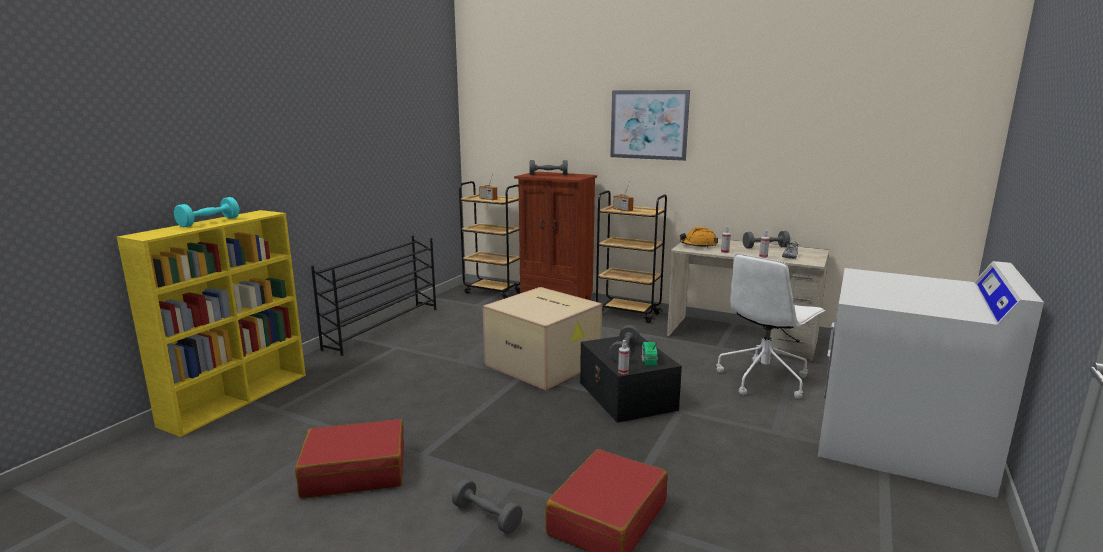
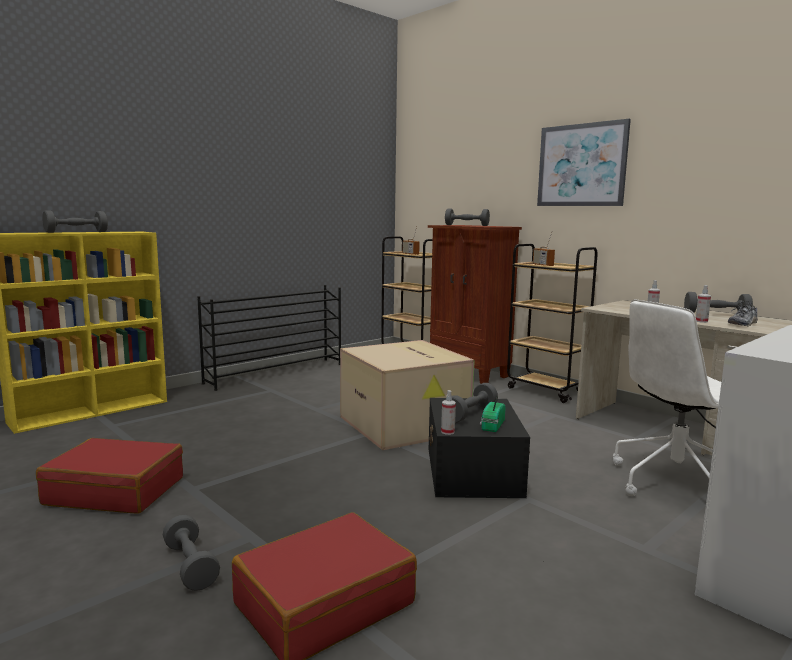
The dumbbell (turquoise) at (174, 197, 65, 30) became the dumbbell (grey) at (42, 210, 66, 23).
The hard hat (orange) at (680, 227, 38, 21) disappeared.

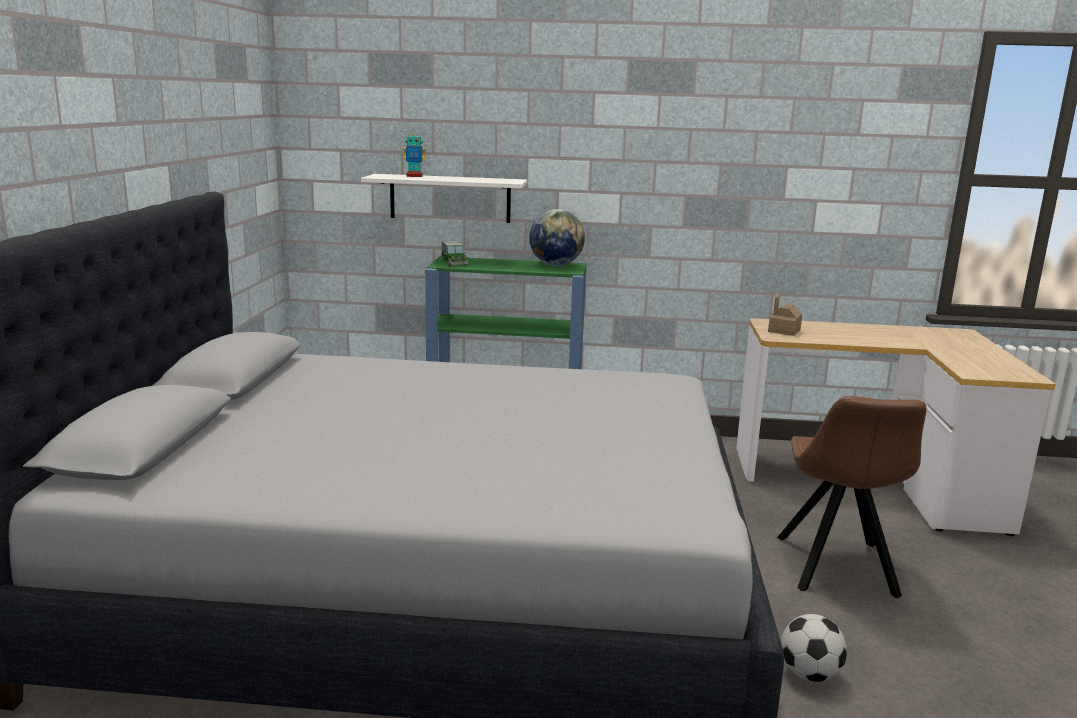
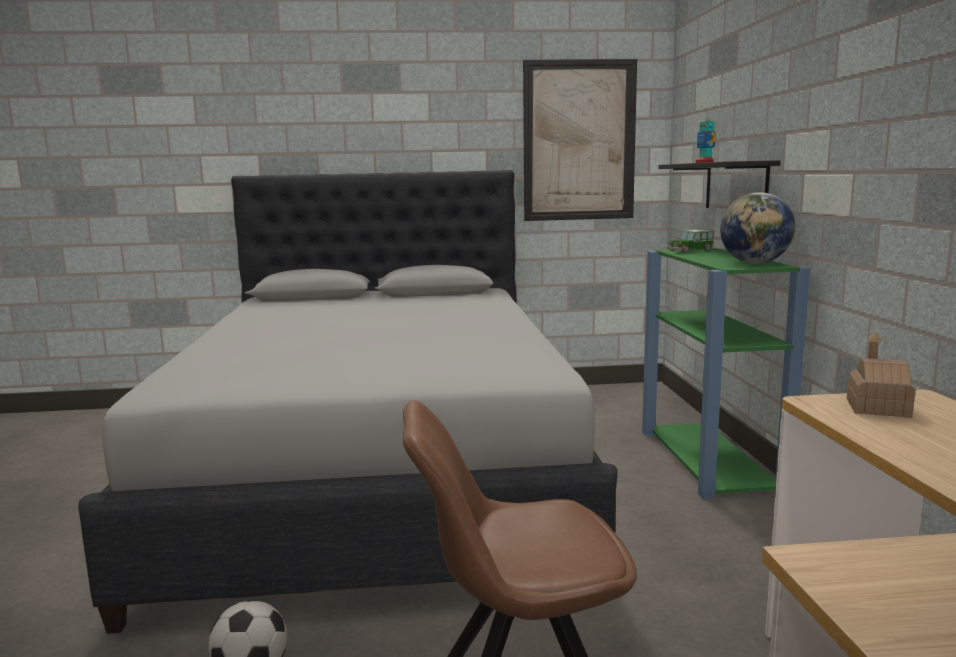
The shelf (white) at (361, 174, 166, 49) became the shelf (black) at (658, 160, 122, 48).
The picture at (523, 59, 114, 162) appeared.

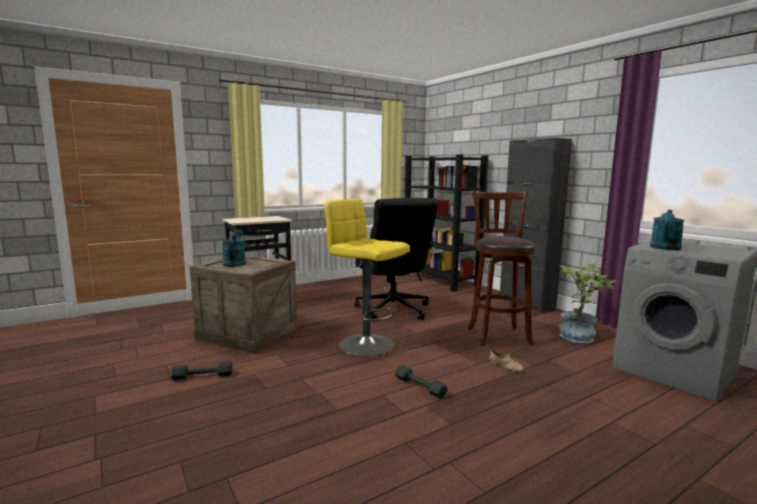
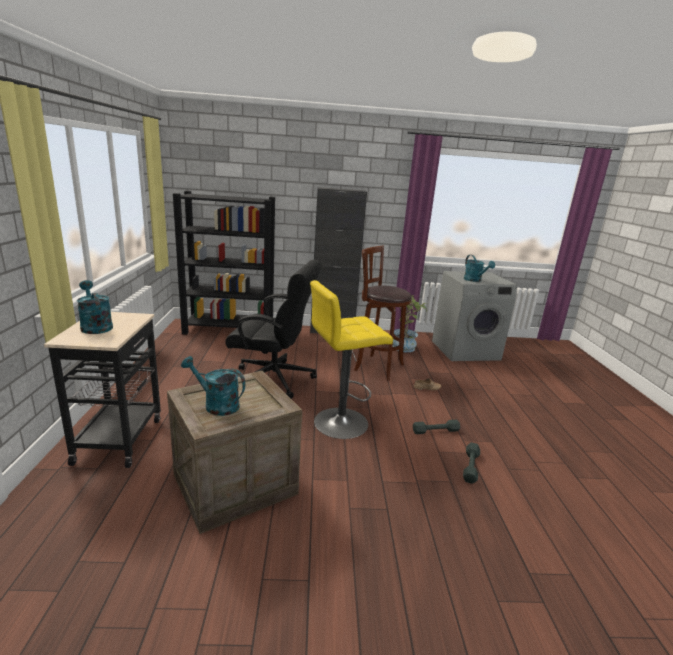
The dumbbell (grey) moved from (171, 361, 62, 19) to (463, 442, 17, 42).
The watering can (turquoise) at (77, 280, 36, 54) appeared.

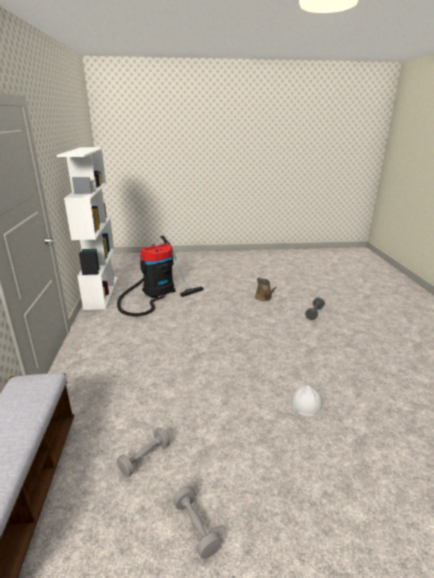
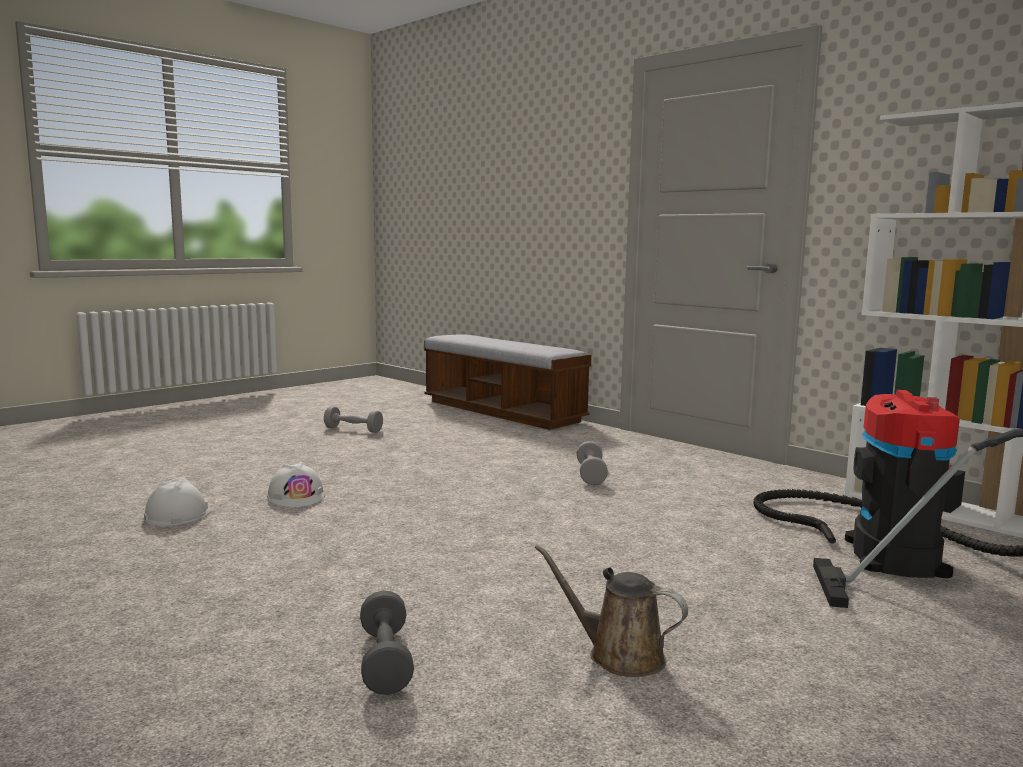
The dumbbell (grey) moved from (117, 428, 53, 49) to (577, 441, 31, 44).
The hard hat (white) at (144, 477, 67, 49) appeared.

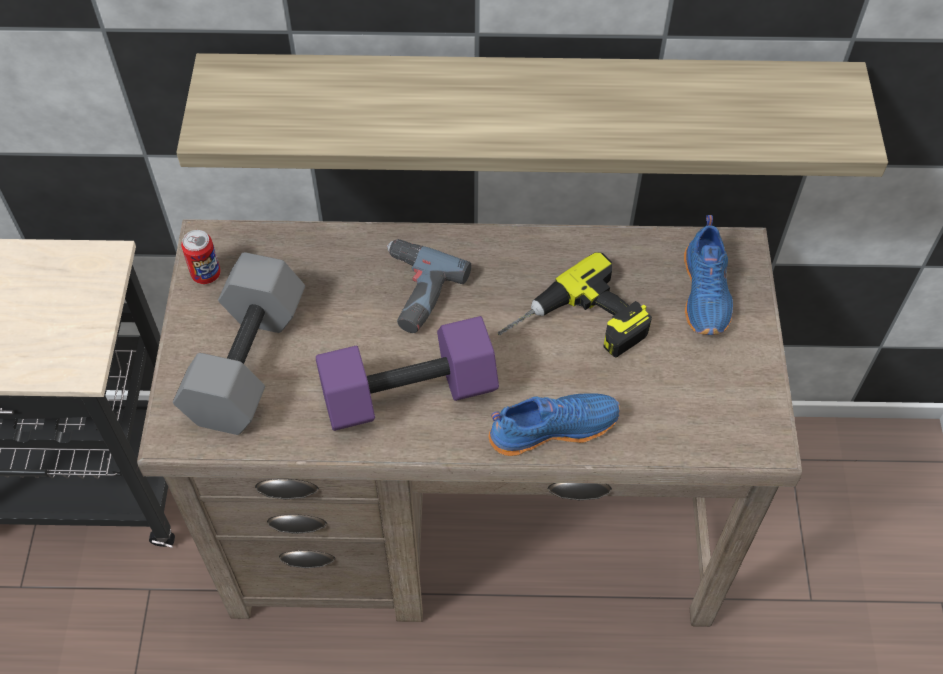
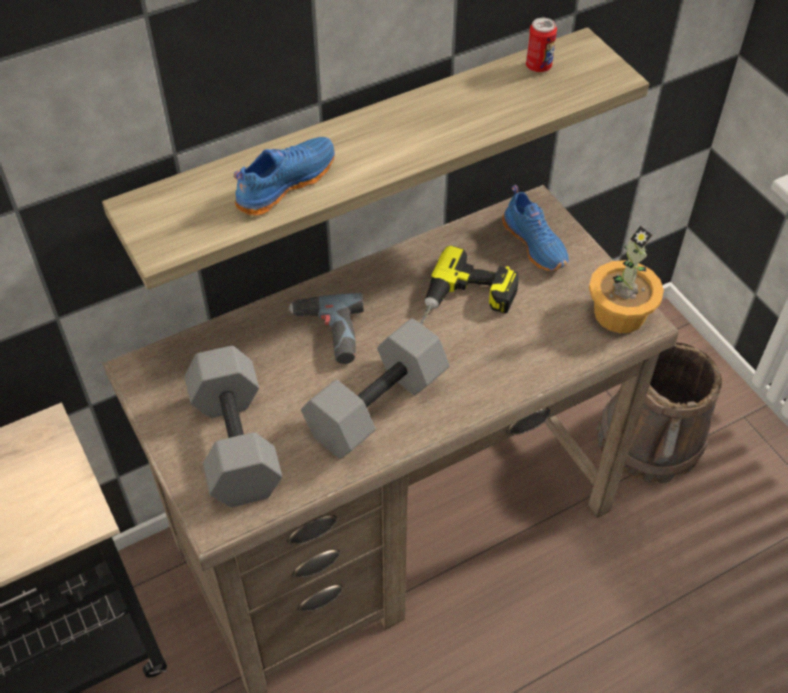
The can moved from (181, 230, 40, 54) to (526, 18, 31, 54).
The dumbbell (purple) at (316, 316, 183, 115) became the dumbbell (grey) at (301, 318, 149, 141).
The shoe (blue) moved from (488, 393, 132, 63) to (234, 137, 101, 79).
The potted plant at (589, 226, 75, 107) appeared.
The bucket (brown) at (596, 342, 126, 141) appeared.

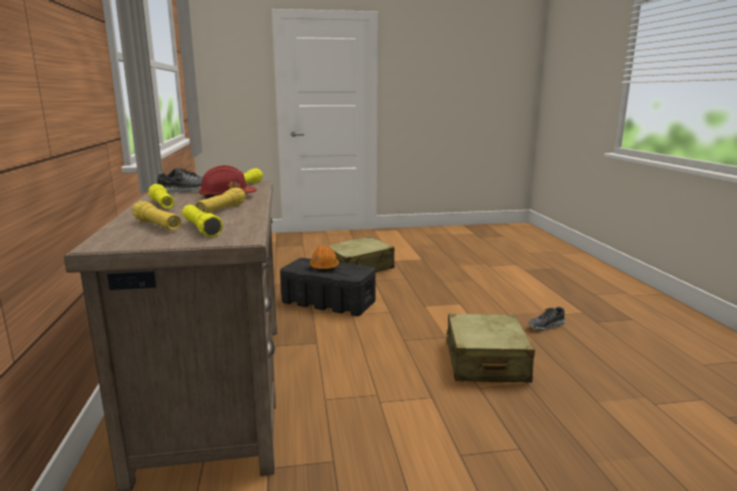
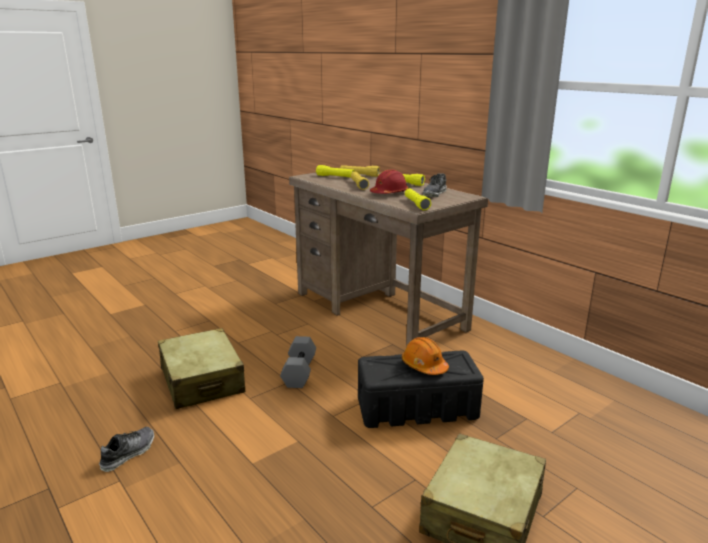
The dumbbell (grey) at (280, 336, 36, 52) appeared.

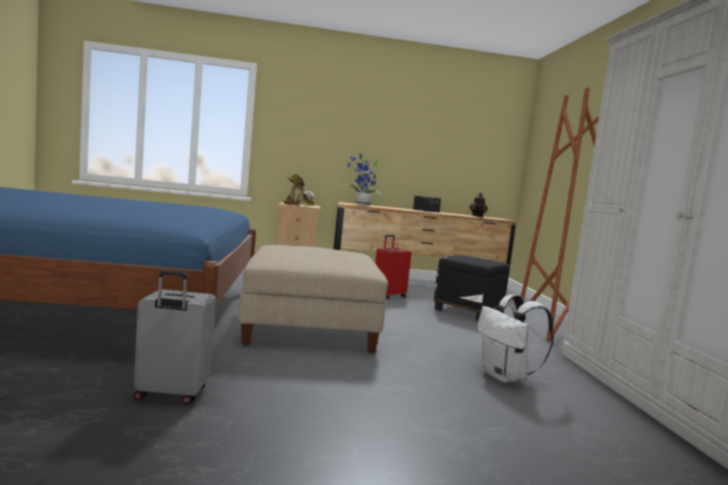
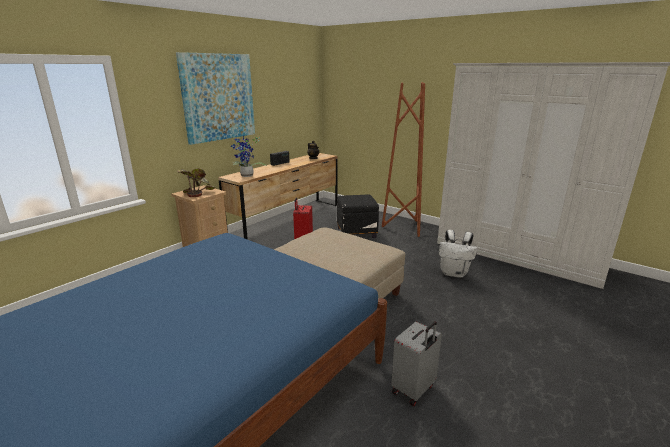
The picture at (176, 52, 79, 93) appeared.

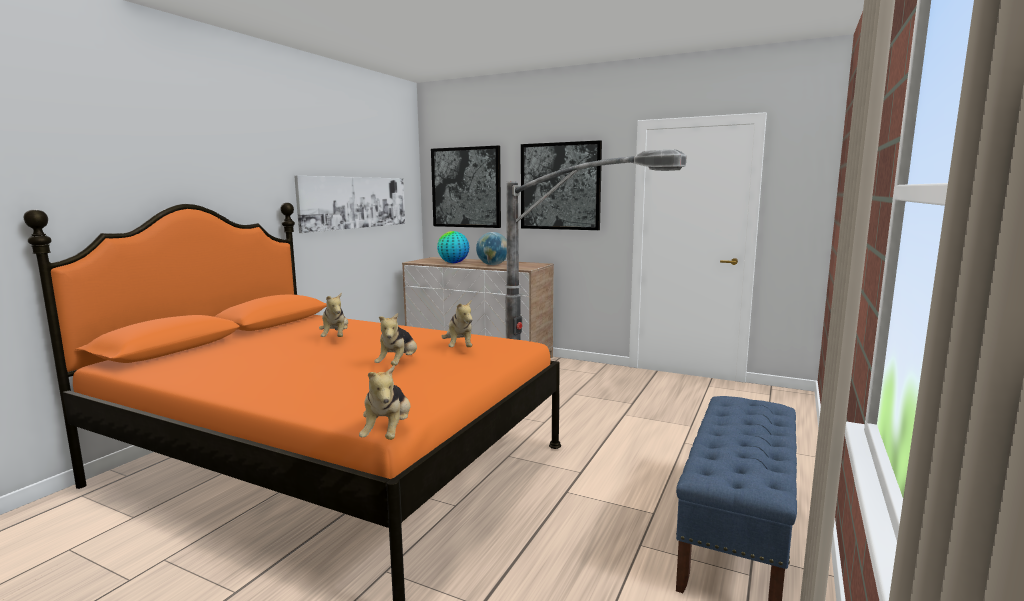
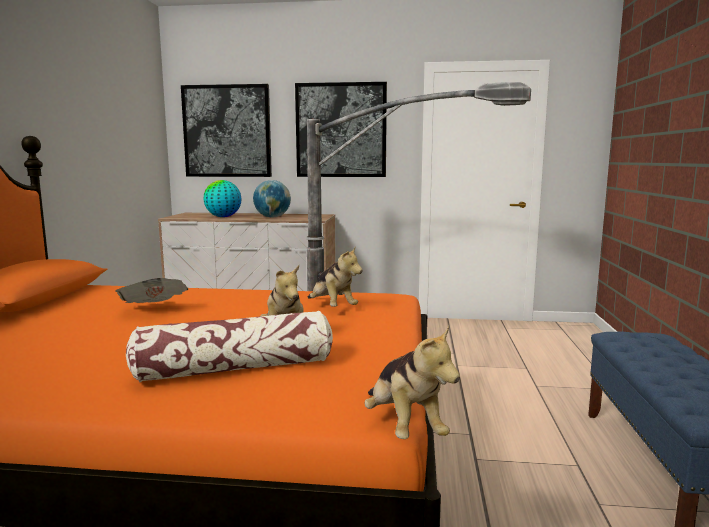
The picture at (294, 176, 111, 57) disappeared.
The plush toy at (319, 292, 29, 45) was replaced by the newspaper at (115, 278, 74, 25).
The pillow at (126, 311, 207, 71) appeared.

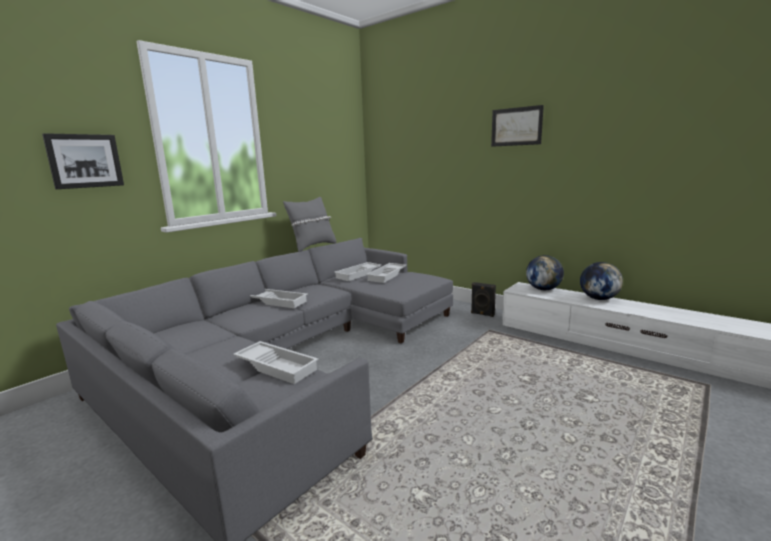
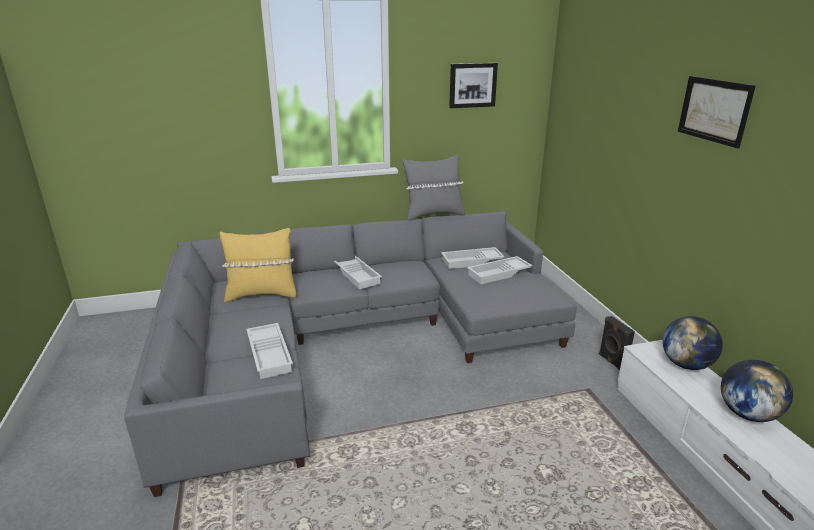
The picture moved from (42, 133, 82, 56) to (449, 63, 49, 45).
The pillow (yellow) at (220, 228, 76, 74) appeared.

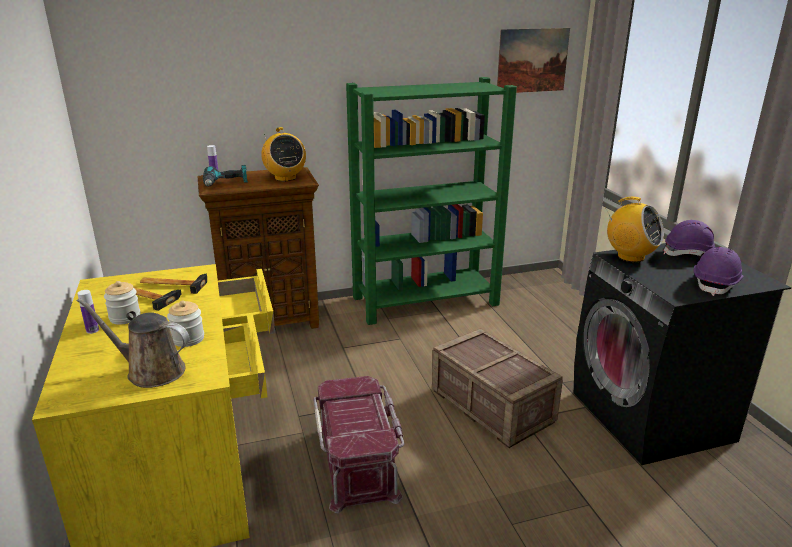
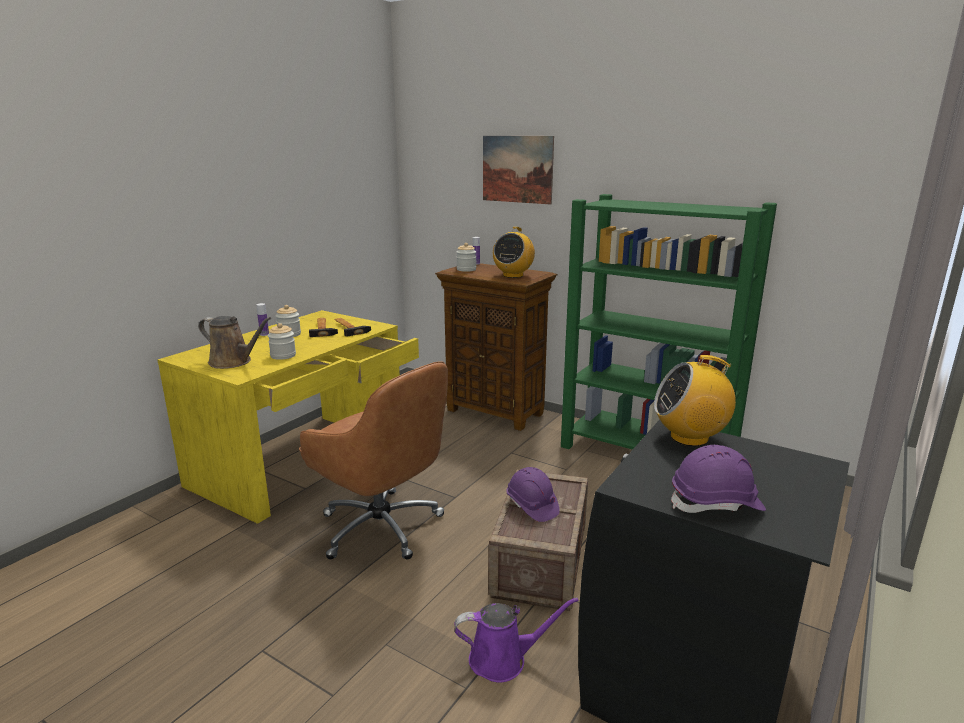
The watering can (brown) at (77, 298, 112, 90) turned 135 degrees clockwise.
The power drill at (203, 165, 45, 22) was replaced by the jar at (456, 243, 20, 29).
The storage box (red) at (313, 376, 91, 137) was replaced by the office chair (brown) at (299, 361, 149, 198).
The picture moved from (497, 28, 73, 65) to (483, 136, 71, 68).
The radio at (605, 197, 59, 65) turned 90 degrees clockwise.
The hard hat (purple) moved from (663, 220, 52, 36) to (506, 467, 54, 55).
The watering can (purple) at (454, 597, 125, 86) appeared.

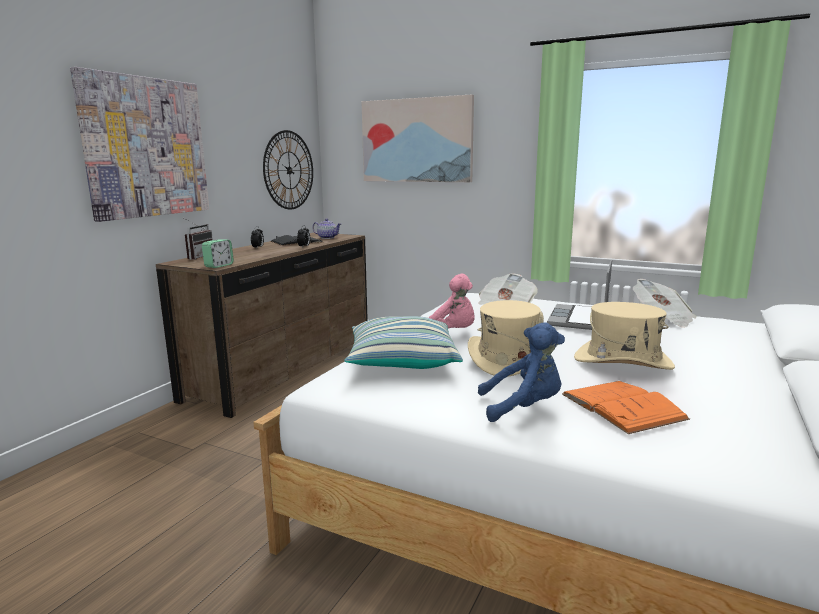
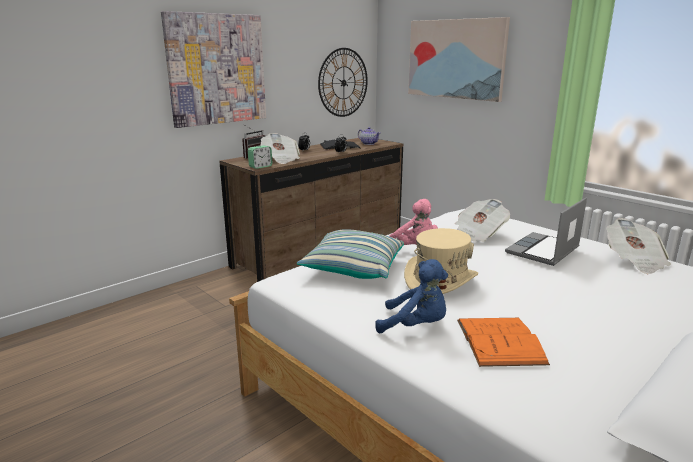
The hat (beige) at (574, 302, 101, 68) disappeared.
The newspaper at (261, 133, 39, 31) appeared.

